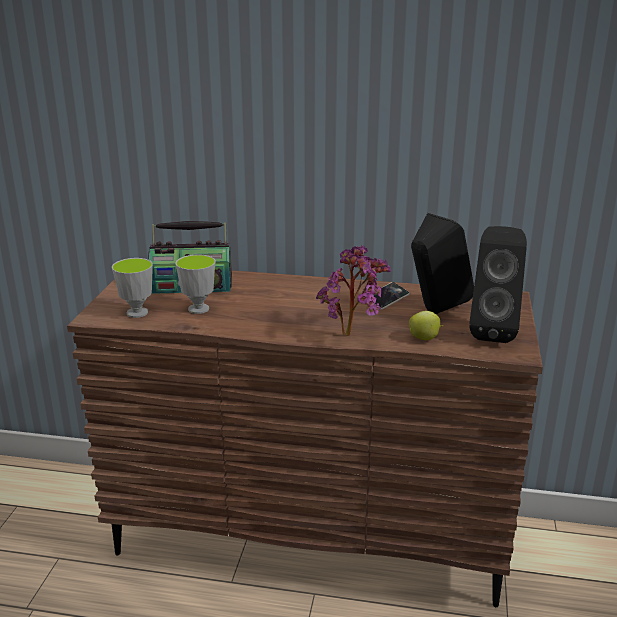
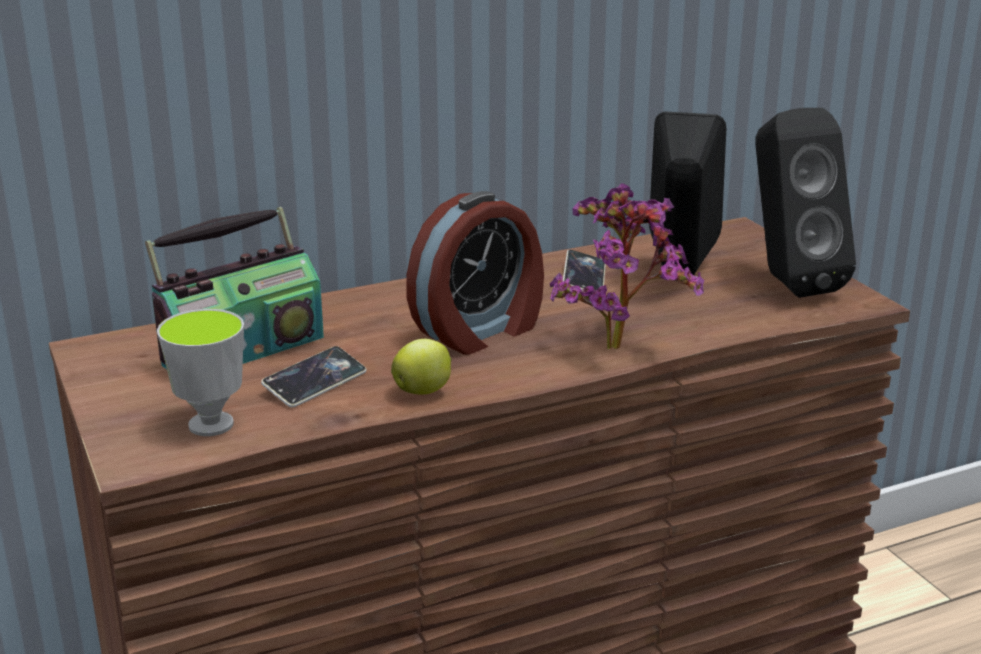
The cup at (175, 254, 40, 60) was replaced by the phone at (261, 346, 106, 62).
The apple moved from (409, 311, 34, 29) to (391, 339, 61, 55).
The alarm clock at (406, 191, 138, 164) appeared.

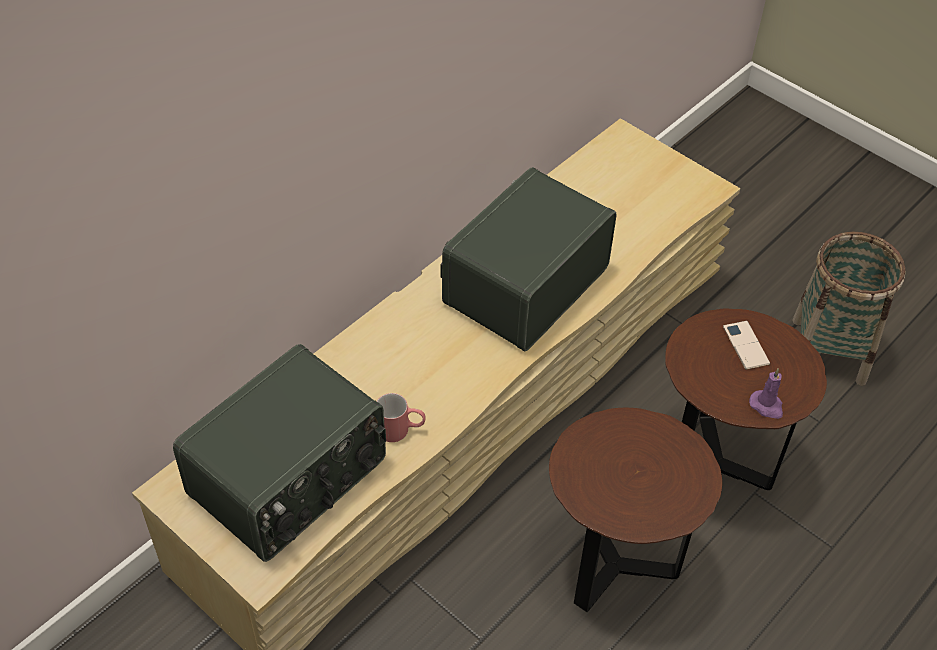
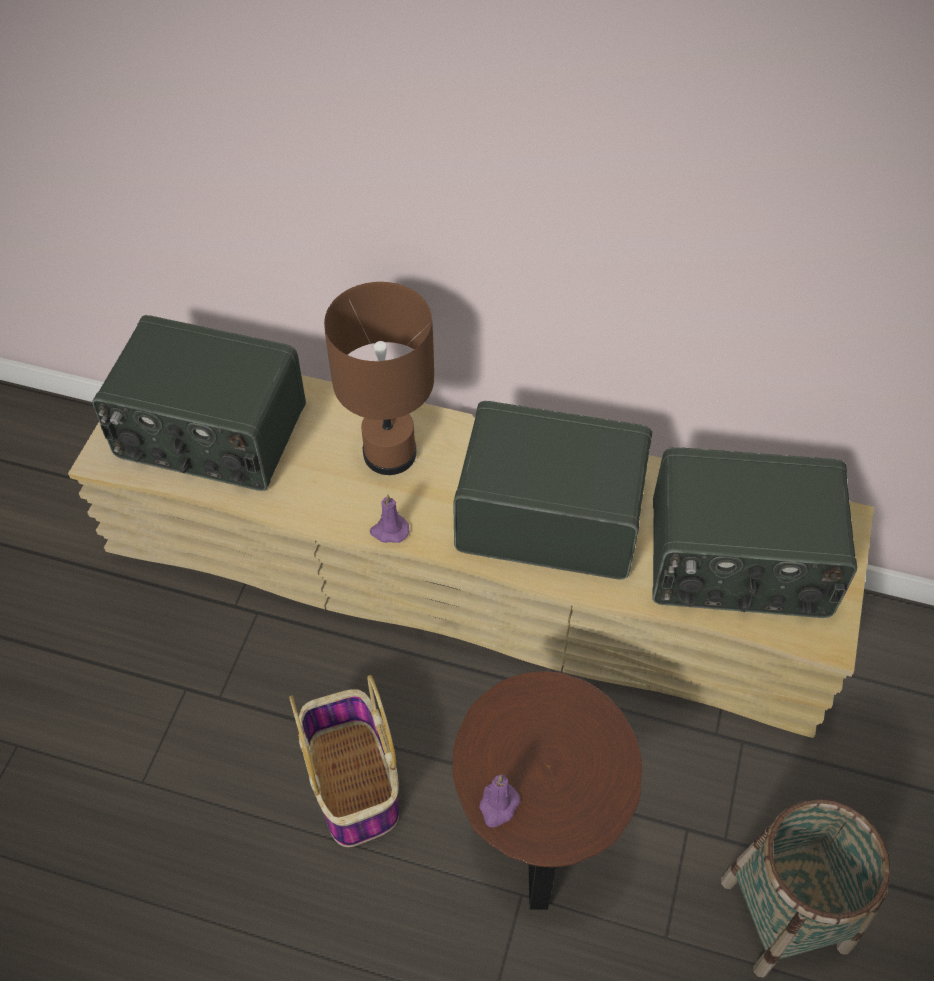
The mug (red) at (377, 393, 49, 49) disappeared.
The side table (brown) at (549, 408, 173, 204) was replaced by the basket at (289, 675, 110, 172).
The phone at (723, 321, 47, 49) disappeared.
The table lamp (brown) at (324, 282, 110, 193) appeared.
The candle (purple) at (370, 494, 39, 49) appeared.
The radio at (652, 447, 205, 171) appeared.

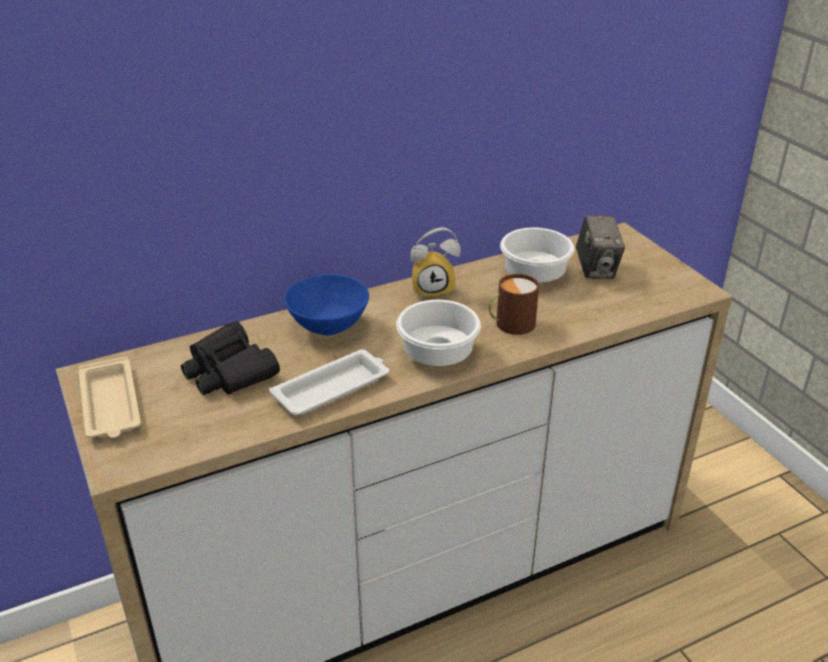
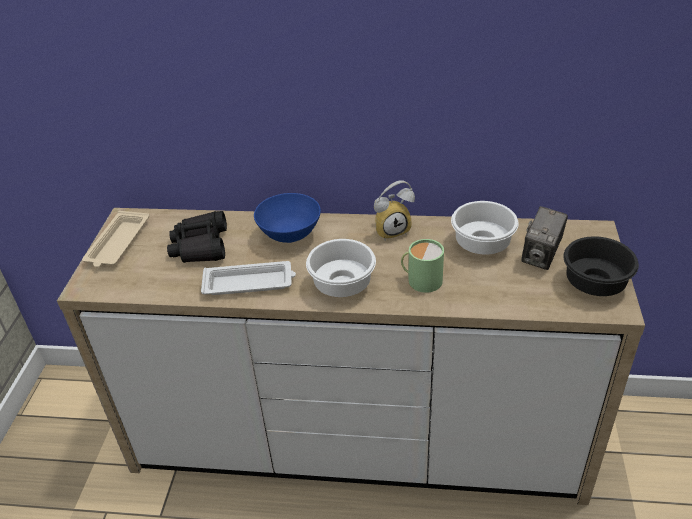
The alarm clock at (410, 227, 51, 72) turned 45 degrees counterclockwise.
The mug (brown) at (489, 274, 50, 61) became the mug (green) at (401, 239, 43, 54).
The bowl (black) at (563, 236, 76, 60) appeared.

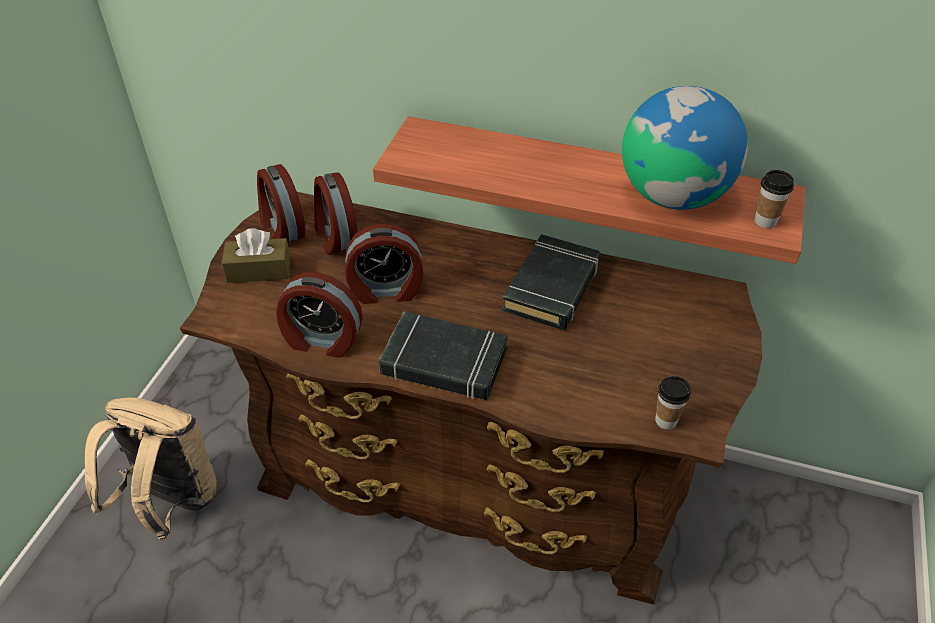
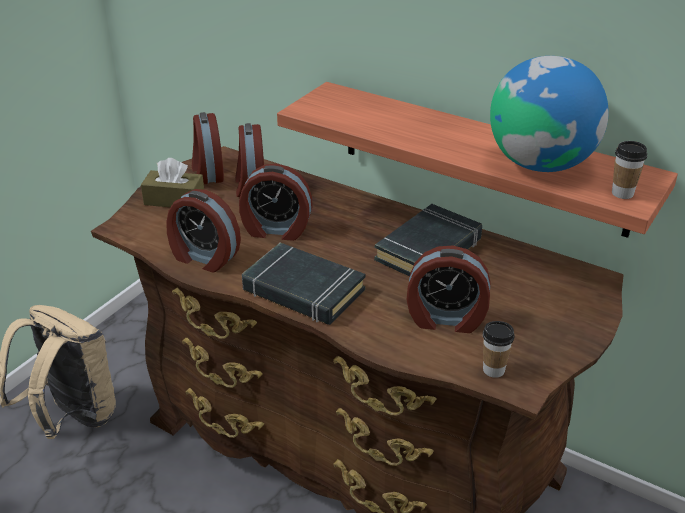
The alarm clock at (407, 245, 84, 88) appeared.

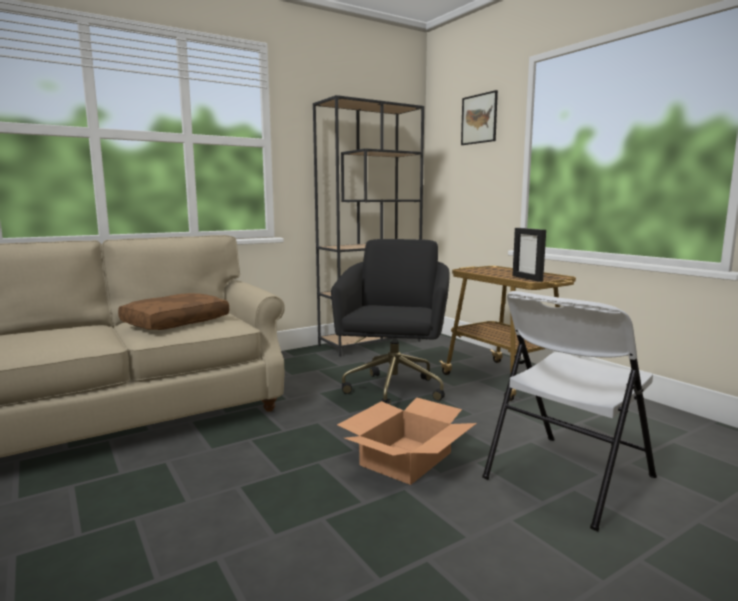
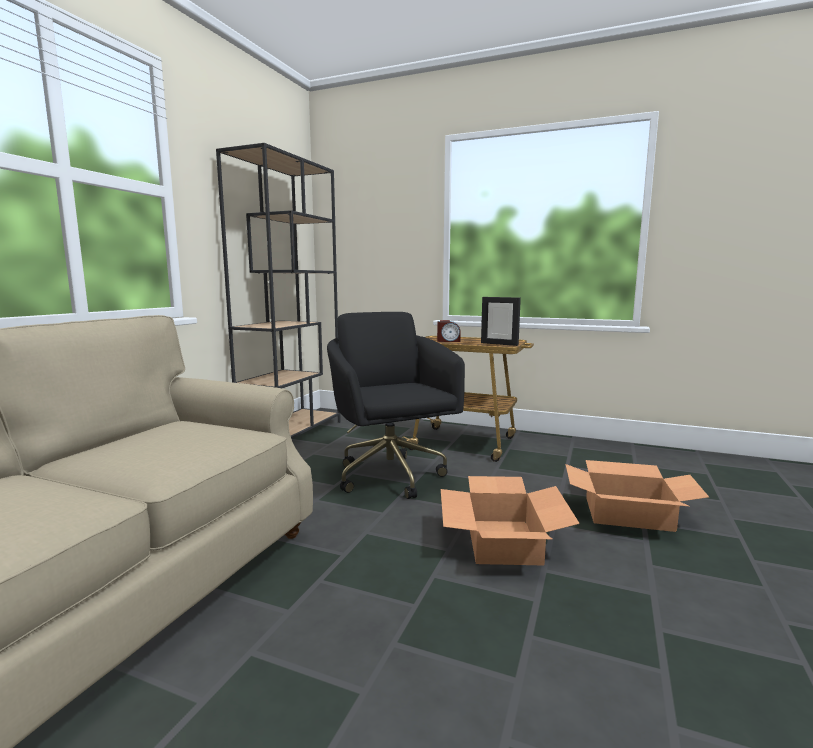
The pillow (brown) at (118, 293, 111, 37) disappeared.
The picture at (461, 90, 37, 55) disappeared.
The chair (white) at (482, 291, 175, 241) was replaced by the cardboard box at (565, 460, 144, 72).
The alarm clock at (437, 320, 24, 22) appeared.

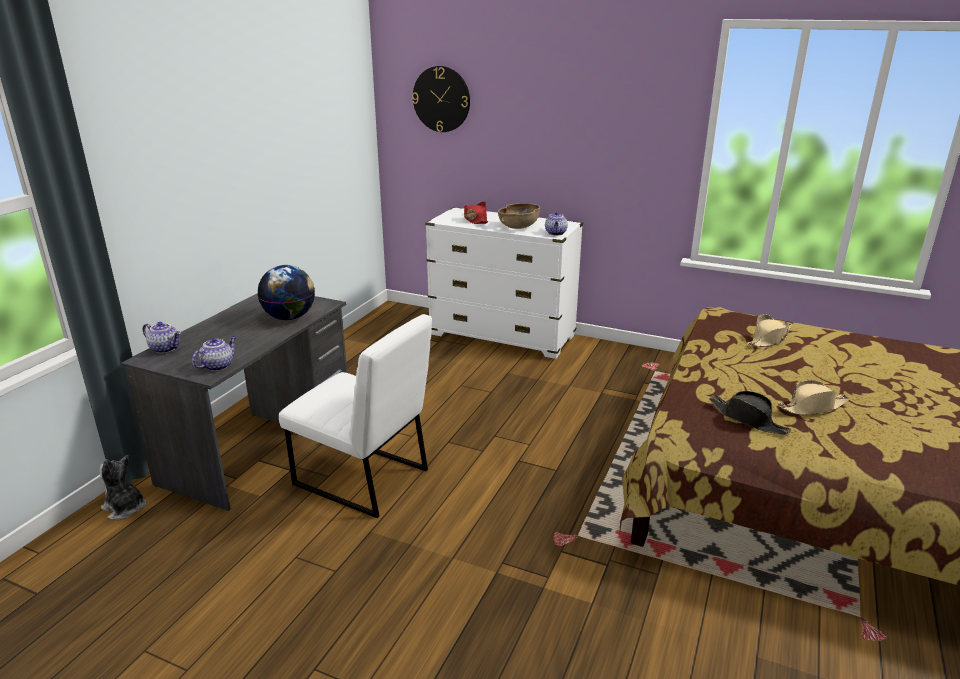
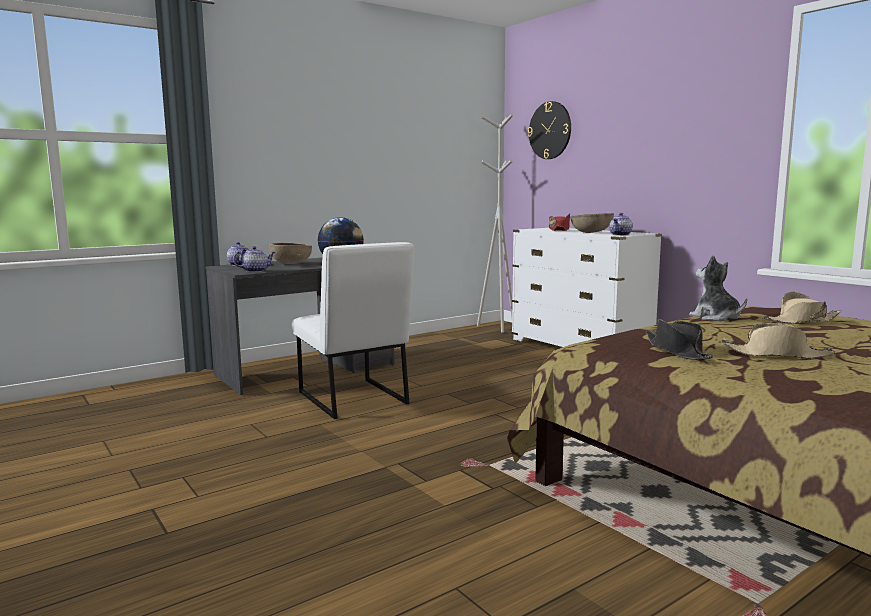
The plush toy moved from (100, 455, 46, 65) to (689, 256, 58, 65).
The bowl (brown) at (269, 243, 43, 21) appeared.
The clothes rack (grey) at (477, 114, 36, 219) appeared.

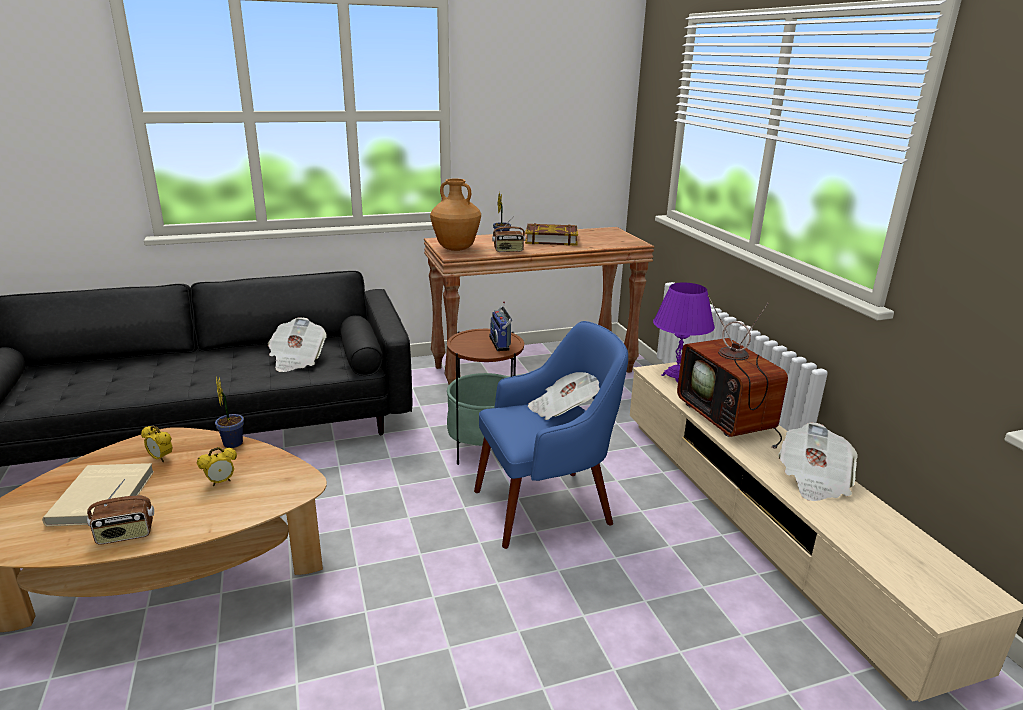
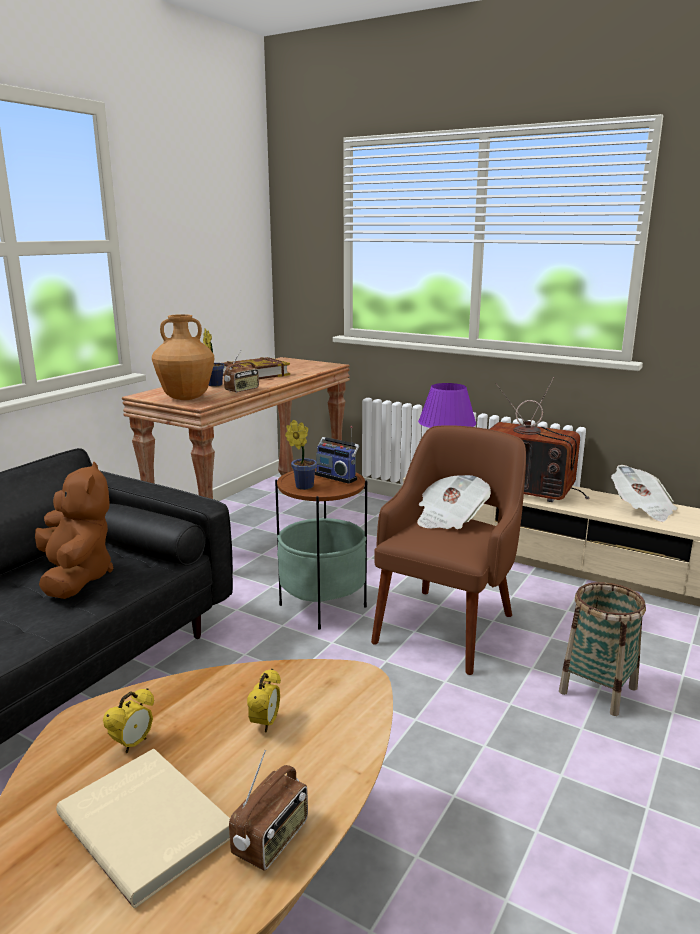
The alarm clock at (141, 425, 32, 37) turned 45 degrees counterclockwise.
The potted plant moved from (215, 376, 29, 72) to (285, 419, 32, 71).
The newspaper at (268, 317, 59, 55) was replaced by the plush toy (brown) at (35, 462, 78, 137).
The armchair (blue) at (474, 321, 154, 228) became the armchair (brown) at (371, 425, 155, 250).
The basket at (559, 582, 87, 134) appeared.

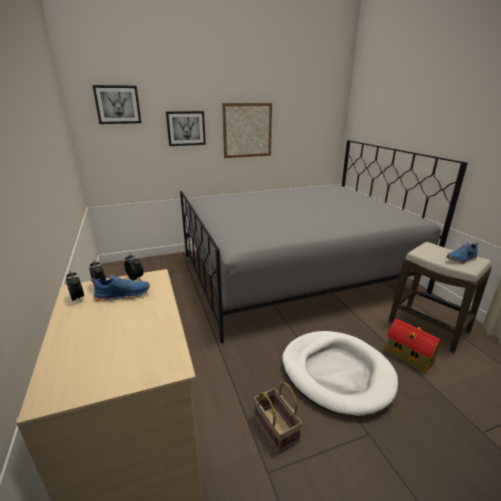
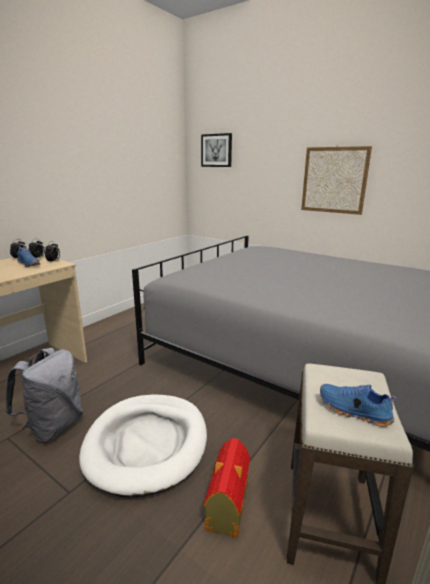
The picture at (166, 111, 40, 35) disappeared.
The basket at (254, 382, 48, 71) was replaced by the backpack (grey) at (5, 348, 78, 95).

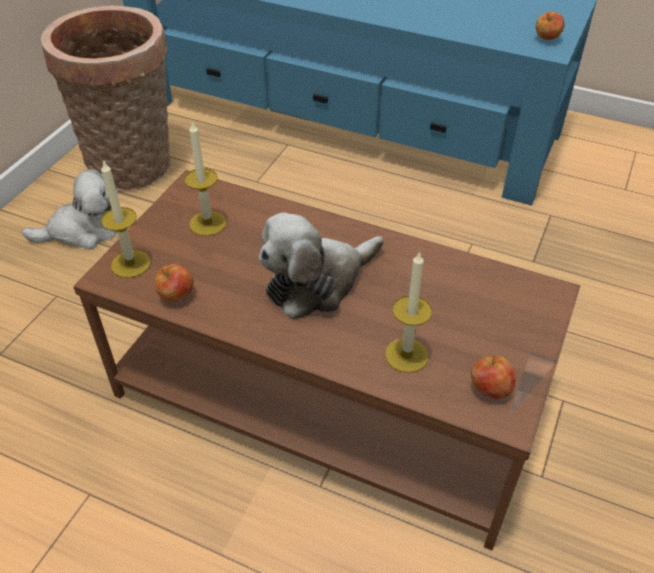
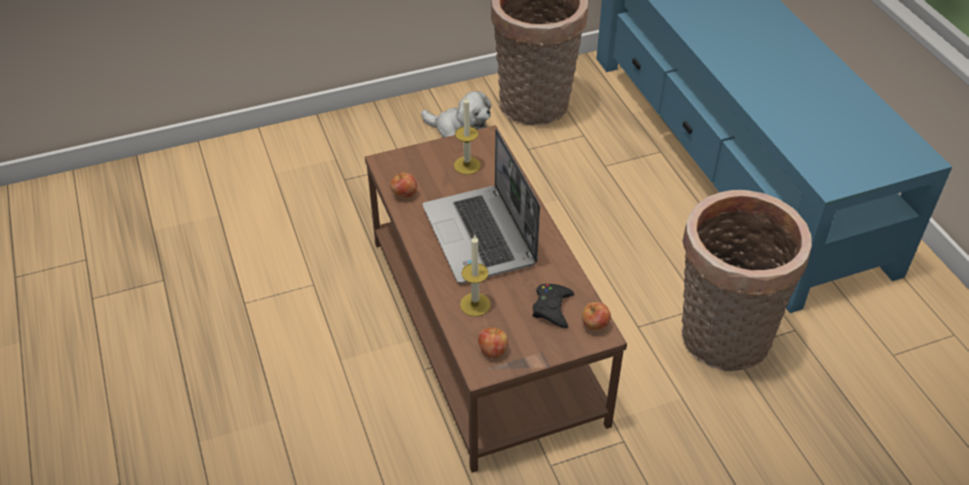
The candle at (101, 160, 50, 118) disappeared.
The plush toy at (259, 212, 125, 107) was replaced by the laptop at (422, 129, 118, 155).
The apple moved from (536, 11, 29, 29) to (582, 302, 29, 28).
The game controller (black) at (532, 284, 42, 44) appeared.
The basket at (682, 190, 130, 181) appeared.

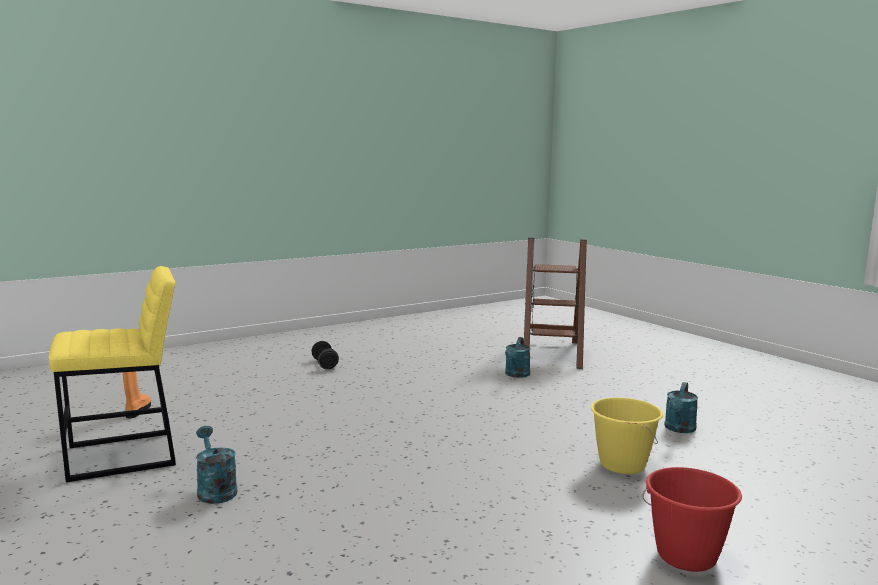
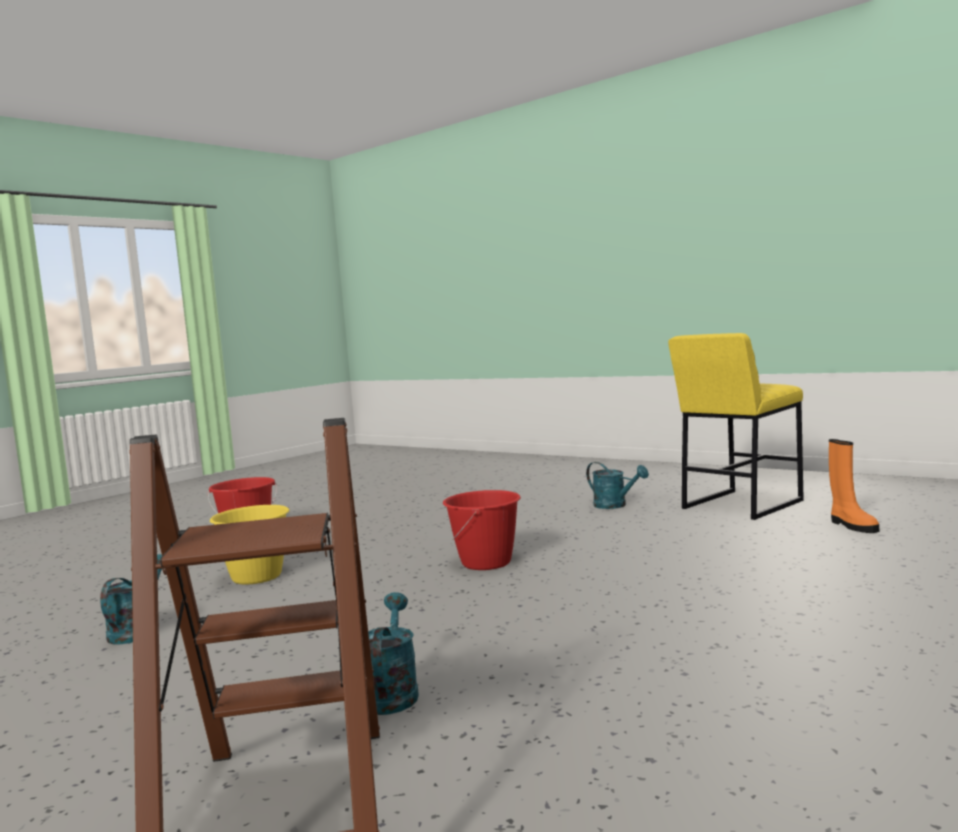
The dumbbell (black) at (311, 341, 28, 28) disappeared.
The bucket (red) at (443, 490, 78, 80) appeared.

